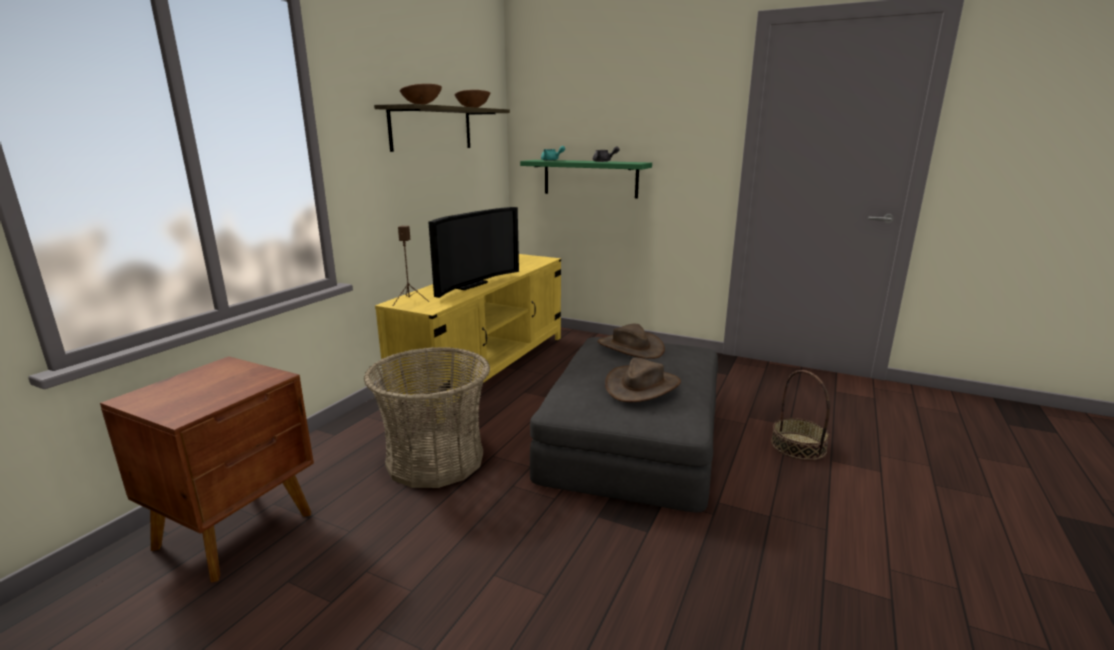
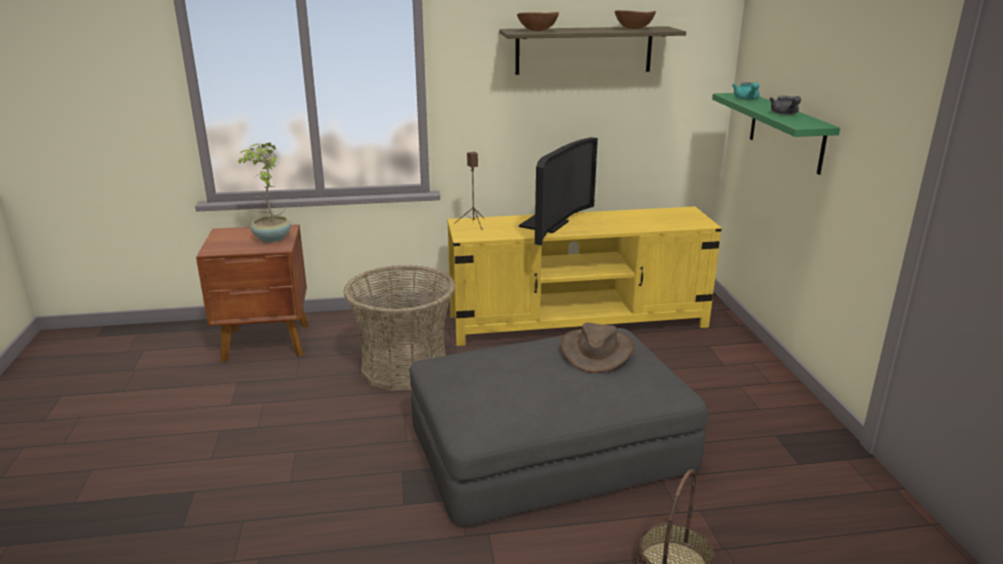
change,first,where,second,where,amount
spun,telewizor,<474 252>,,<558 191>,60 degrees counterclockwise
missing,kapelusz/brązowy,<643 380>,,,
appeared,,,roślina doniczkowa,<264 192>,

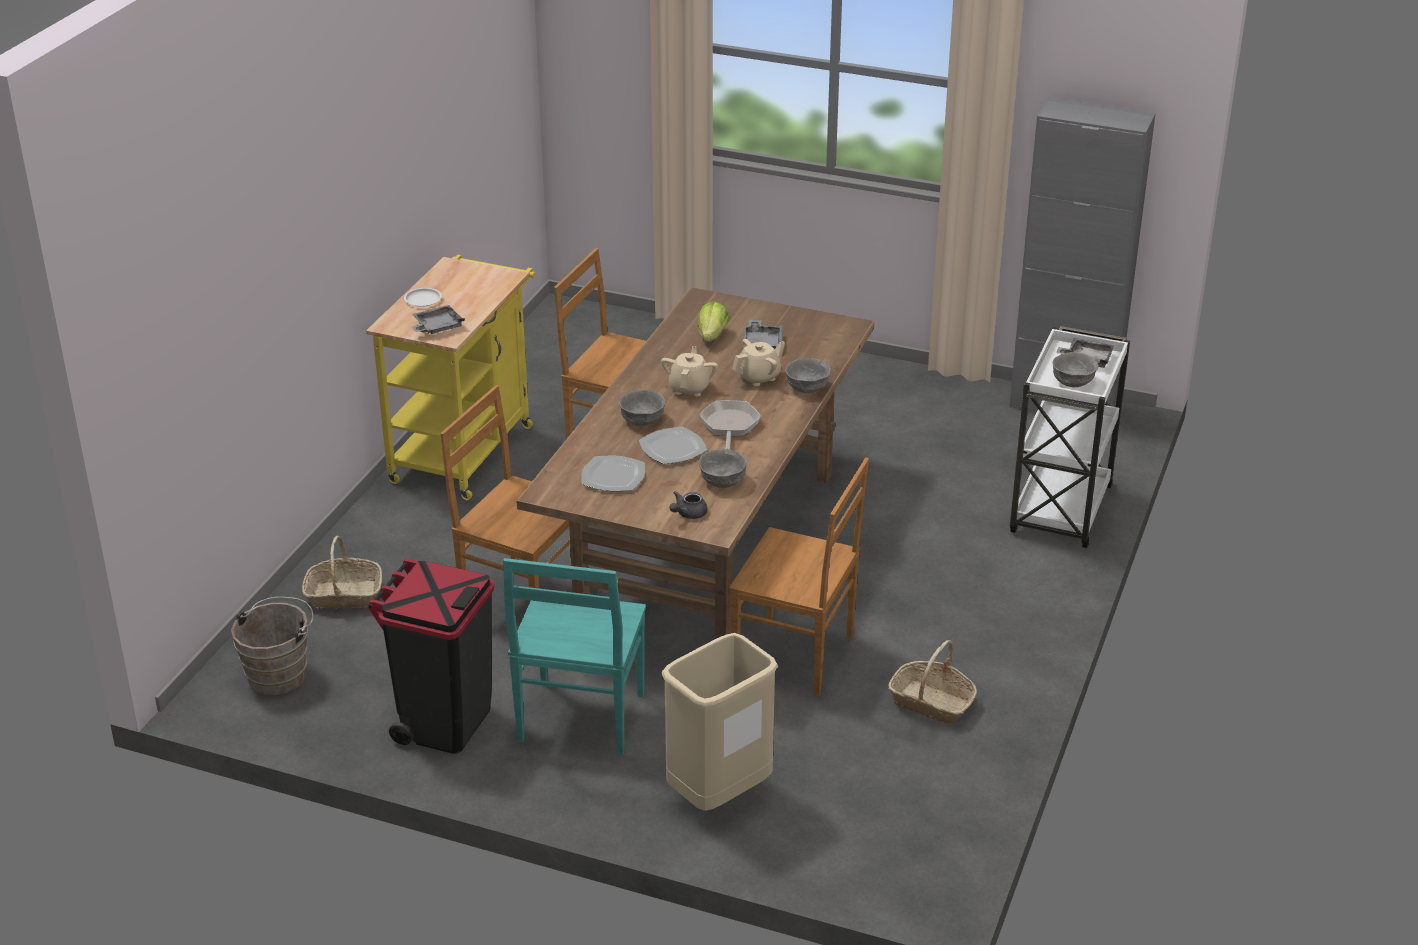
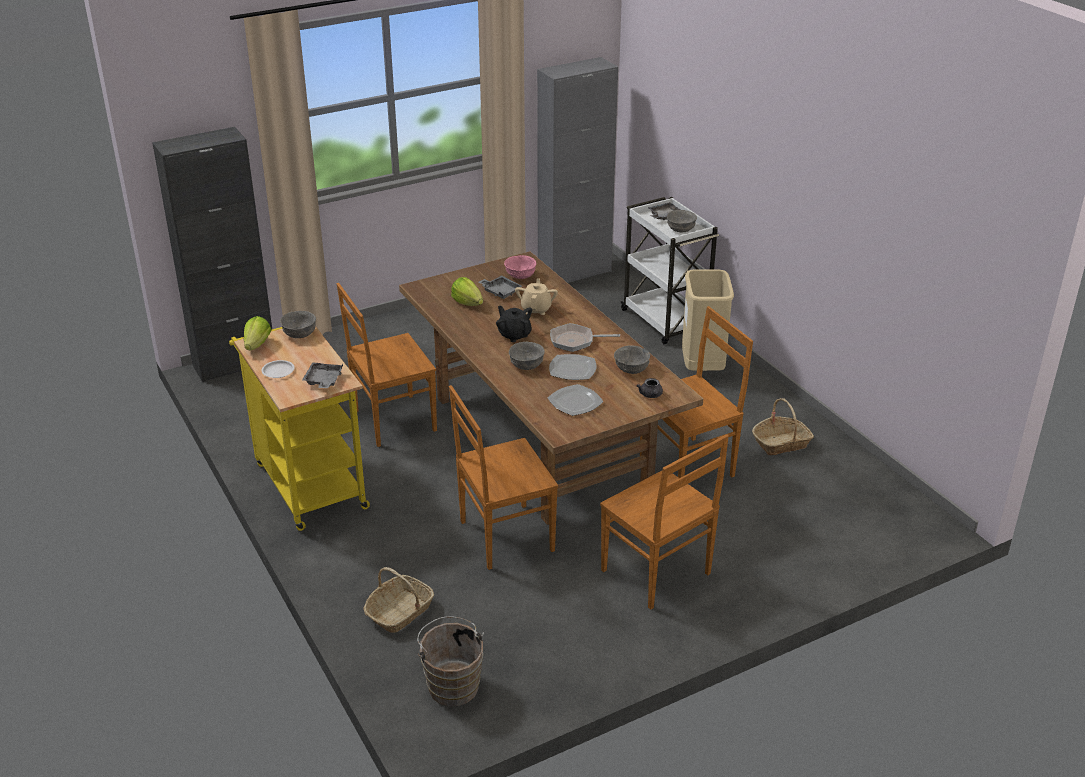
change,first,where,second,where,amount
missing,kosz na śmieci/czarny,<431 656>,,,
colour,krzesło/turkusowy,<574 656>,krzesło/brązowy,<664 522>,
colour,imbryk/beżowy,<689 371>,imbryk/czarny,<514 324>,
relocated,kosz na śmieci/beżowy,<719 722>,,<708 320>,
spun,patelnia,<730 425>,,<585 337>,45 degrees counterclockwise
relocated,miska/szary,<808 375>,,<298 324>,
appeared,,,szafka/czarny,<212 254>,
appeared,,,sałata,<257 333>,
appeared,,,miska/różowy,<520 267>,

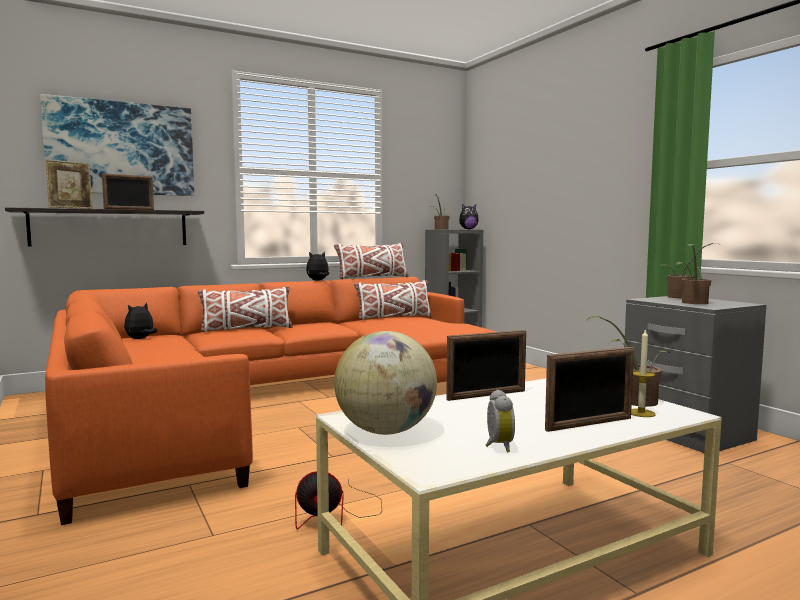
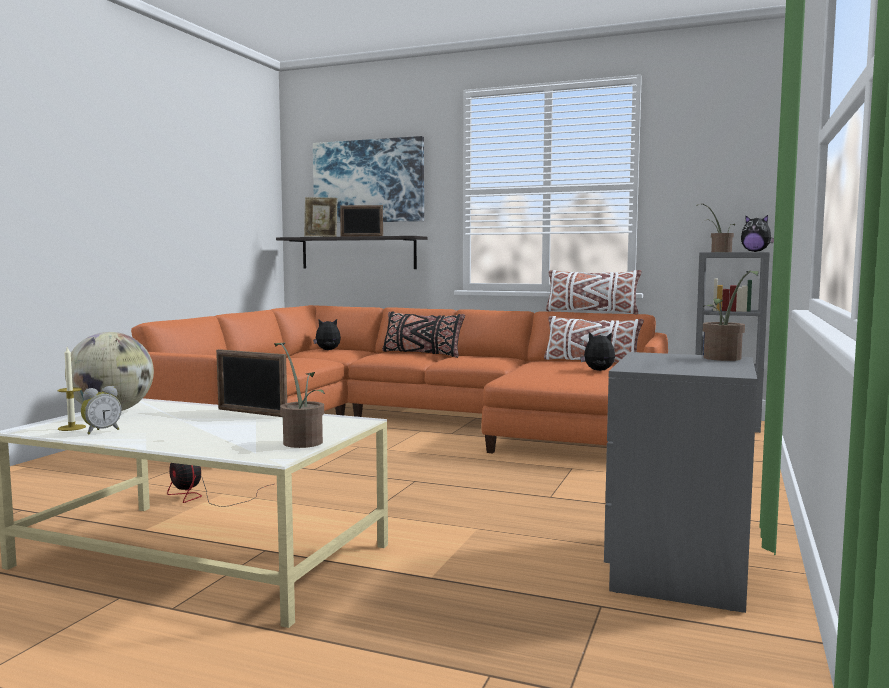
change,first,where,second,where,amount
colour,poduszka/biały,<245 309>,poduszka/czarny,<423 334>,
relocated,pluszak,<317 266>,,<597 351>,
missing,ramka na zdjęcie,<589 389>,,,
relocated,świeca,<643 373>,,<71 389>,
missing,roślina doniczkowa,<693 274>,,,

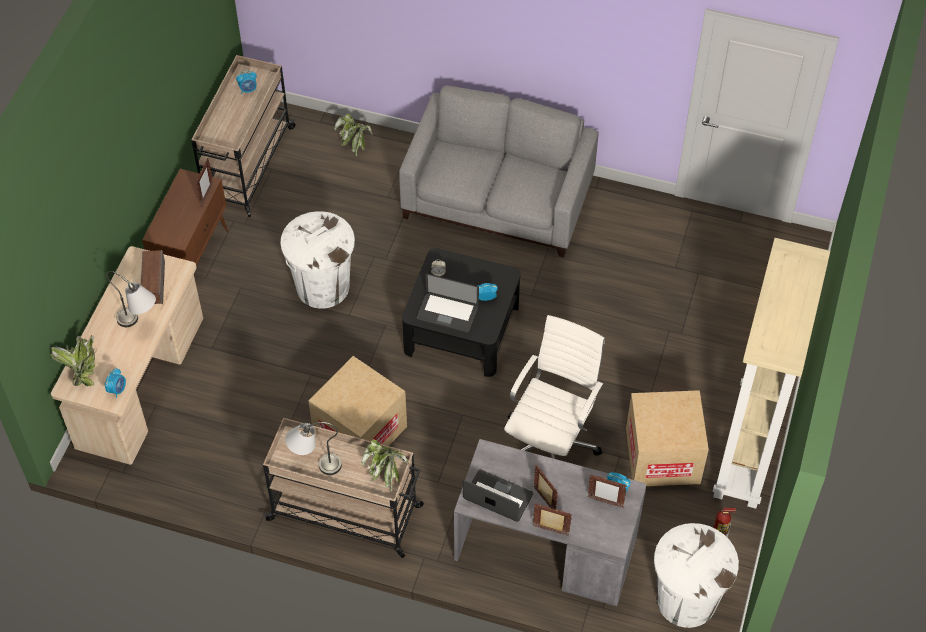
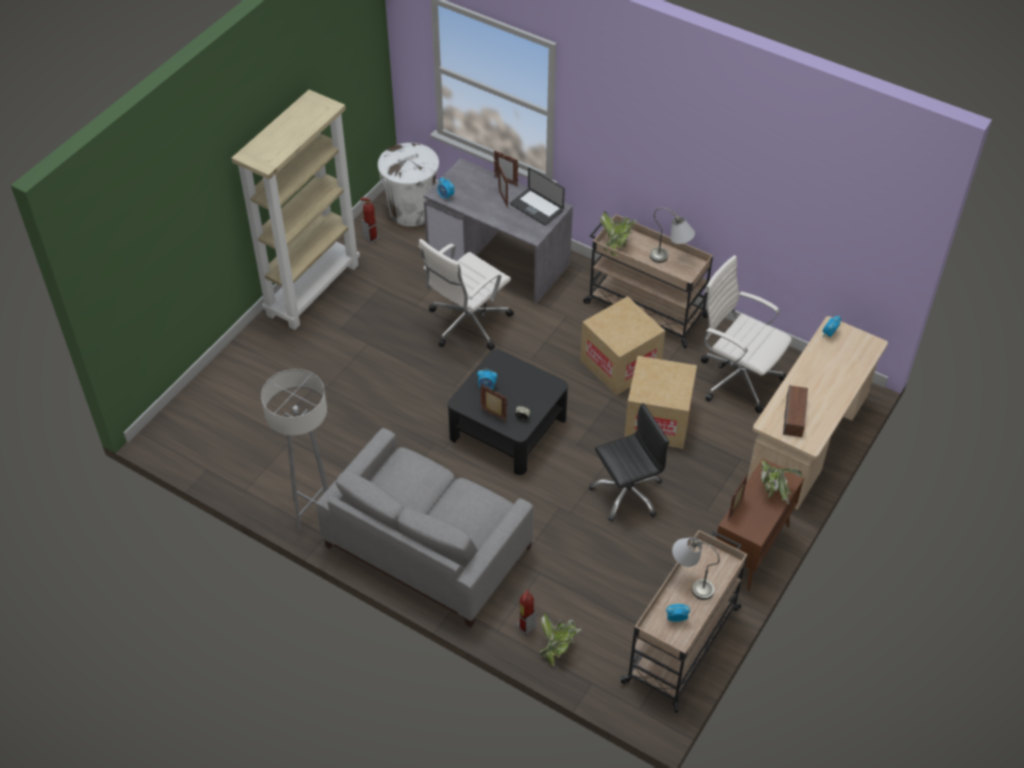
change,first,where,second,where,amount
relocated,roślina doniczkowa,<74 360>,,<781 482>,
relocated,lampa stołowa/szary,<131 299>,,<696 568>,
exchanged,kosz na śmieci/biały,<317 260>,krzesło biurowe/czarny,<629 462>,
missing,laptop,<447 303>,,,
relocated,ramka na zdjęcie,<607 491>,,<493 403>,
relocated,karton,<667 438>,,<660 402>,
appeared,,,lampa stojąca/szary,<295 450>,
appeared,,,gaśnica,<527 612>,
appeared,,,krzesło biurowe/biały,<746 334>,

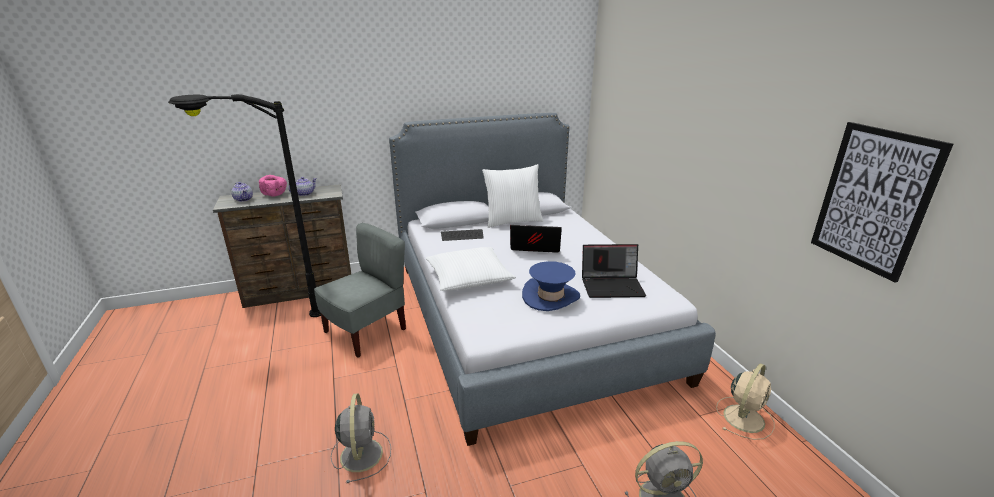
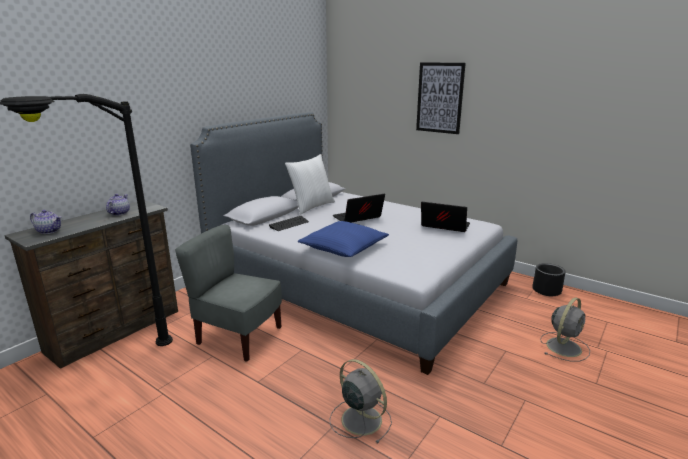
change,first,where,second,where,amount
missing,miska/różowy,<273 186>,,,
spun,krzesło/szary,<360 290>,,<228 293>,75 degrees counterclockwise
colour,poduszka/biały,<471 269>,poduszka/niebieski,<343 239>,
missing,kapelusz/niebieski,<551 286>,,,
spun,laptop,<614 271>,,<445 217>,120 degrees counterclockwise
exchanged,wentylator/beżowy,<745 401>,donica/czarny,<549 279>,
relocated,obraz,<882 202>,,<441 98>,

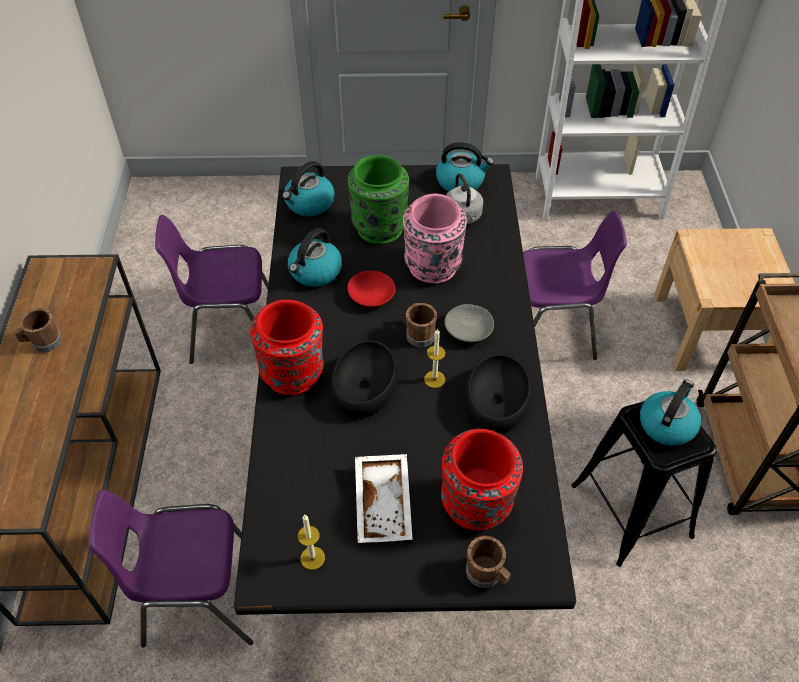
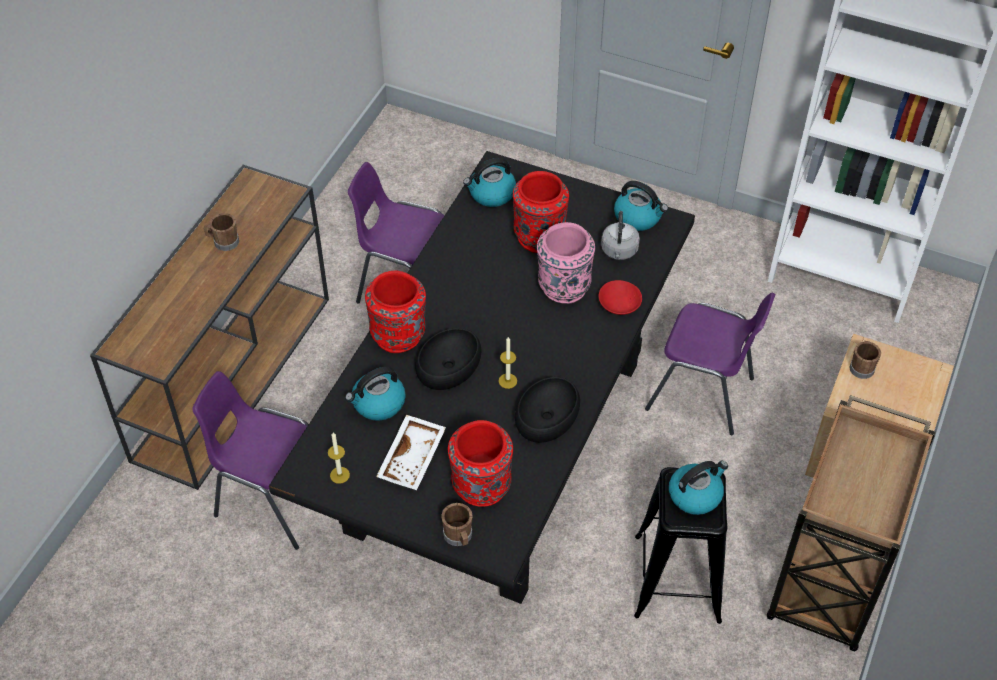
change,first,where,second,where,amount
relocated,czajnik,<315 257>,,<375 394>,
relocated,miska/czerwony,<371 289>,,<620 297>,
colour,wazon/zielony,<378 200>,wazon/czerwony,<541 212>,
relocated,kubek/brązowy,<421 325>,,<865 360>,
missing,miska/szary,<469 323>,,,

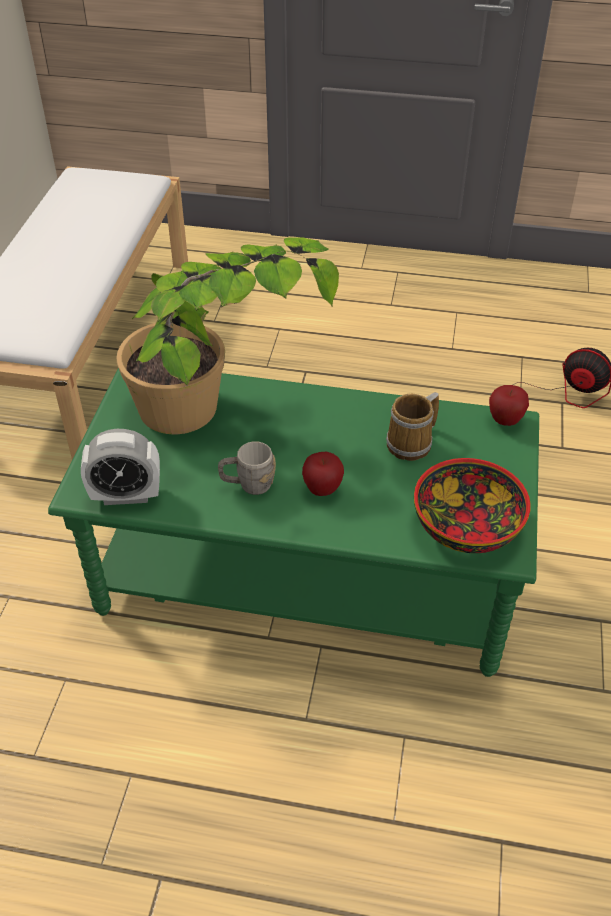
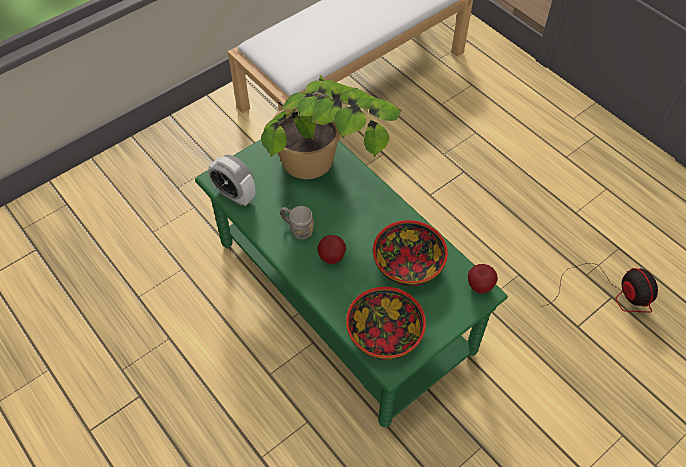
change,first,where,second,where,amount
exchanged,kubek,<412 426>,miska,<410 253>,

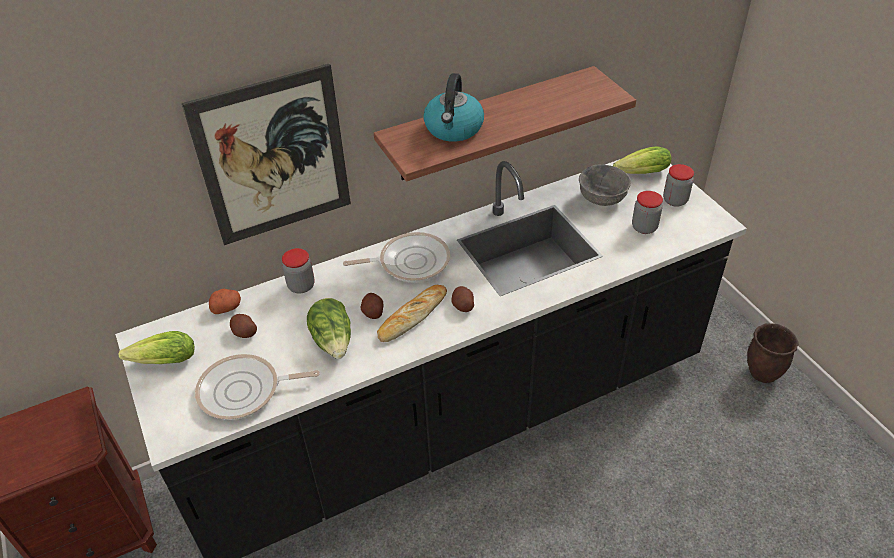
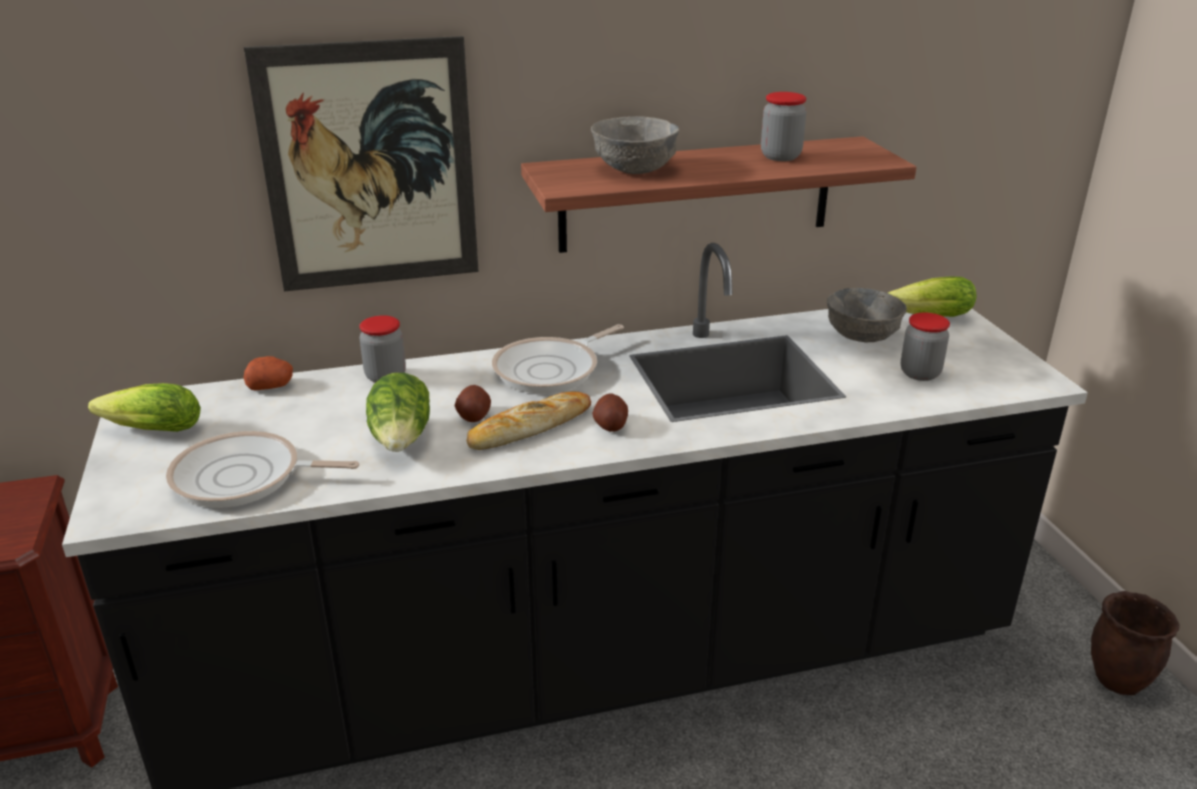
change,first,where,second,where,amount
missing,ziemniak,<243 326>,,,
spun,patelnia,<396 257>,,<558 359>,135 degrees clockwise
exchanged,czajnik,<453 107>,miska/szary,<635 145>,
relocated,słoik,<678 185>,,<784 126>,

